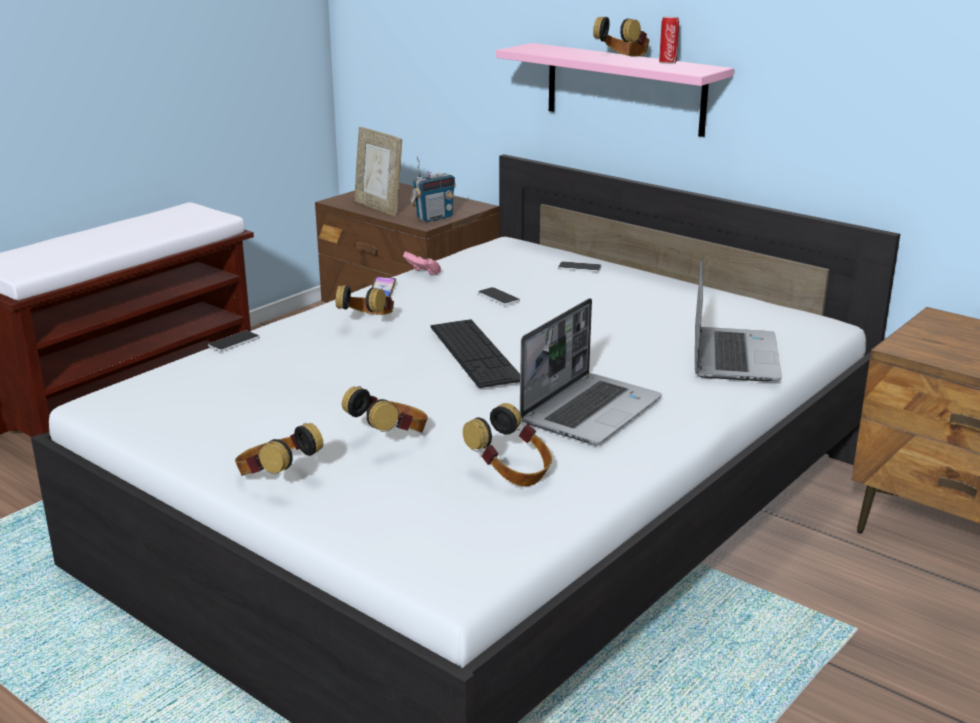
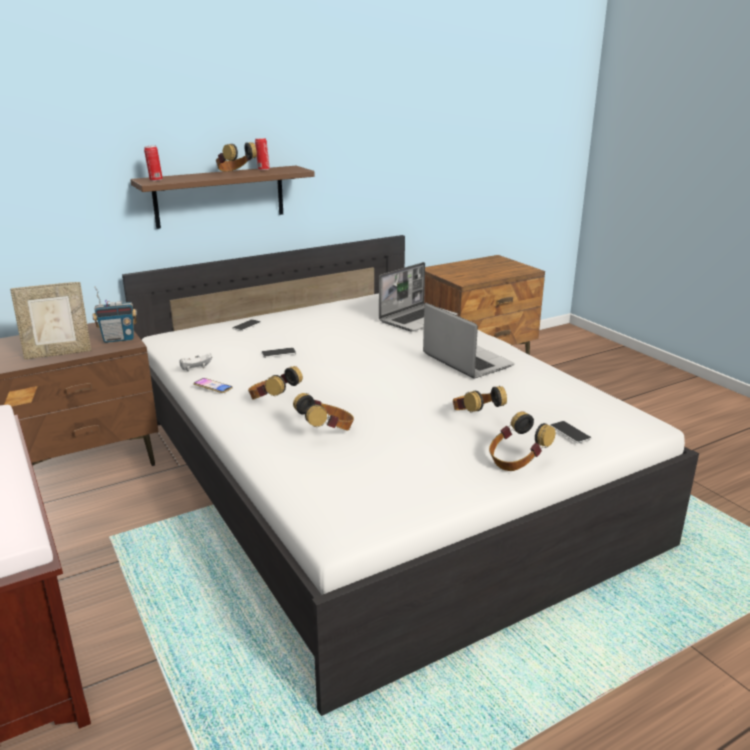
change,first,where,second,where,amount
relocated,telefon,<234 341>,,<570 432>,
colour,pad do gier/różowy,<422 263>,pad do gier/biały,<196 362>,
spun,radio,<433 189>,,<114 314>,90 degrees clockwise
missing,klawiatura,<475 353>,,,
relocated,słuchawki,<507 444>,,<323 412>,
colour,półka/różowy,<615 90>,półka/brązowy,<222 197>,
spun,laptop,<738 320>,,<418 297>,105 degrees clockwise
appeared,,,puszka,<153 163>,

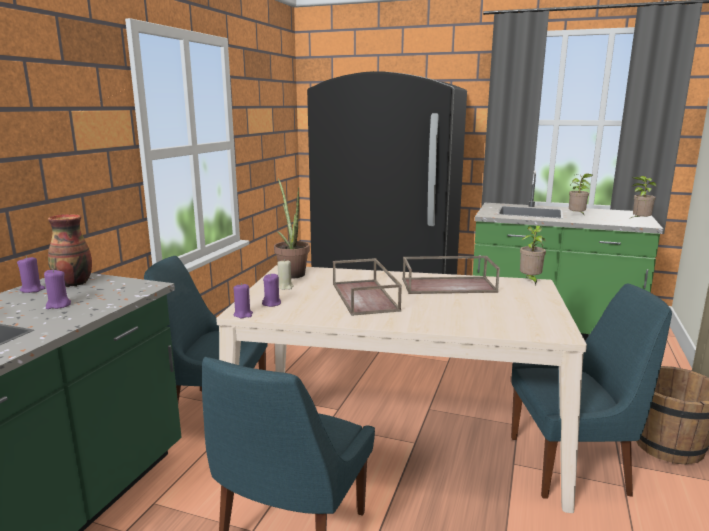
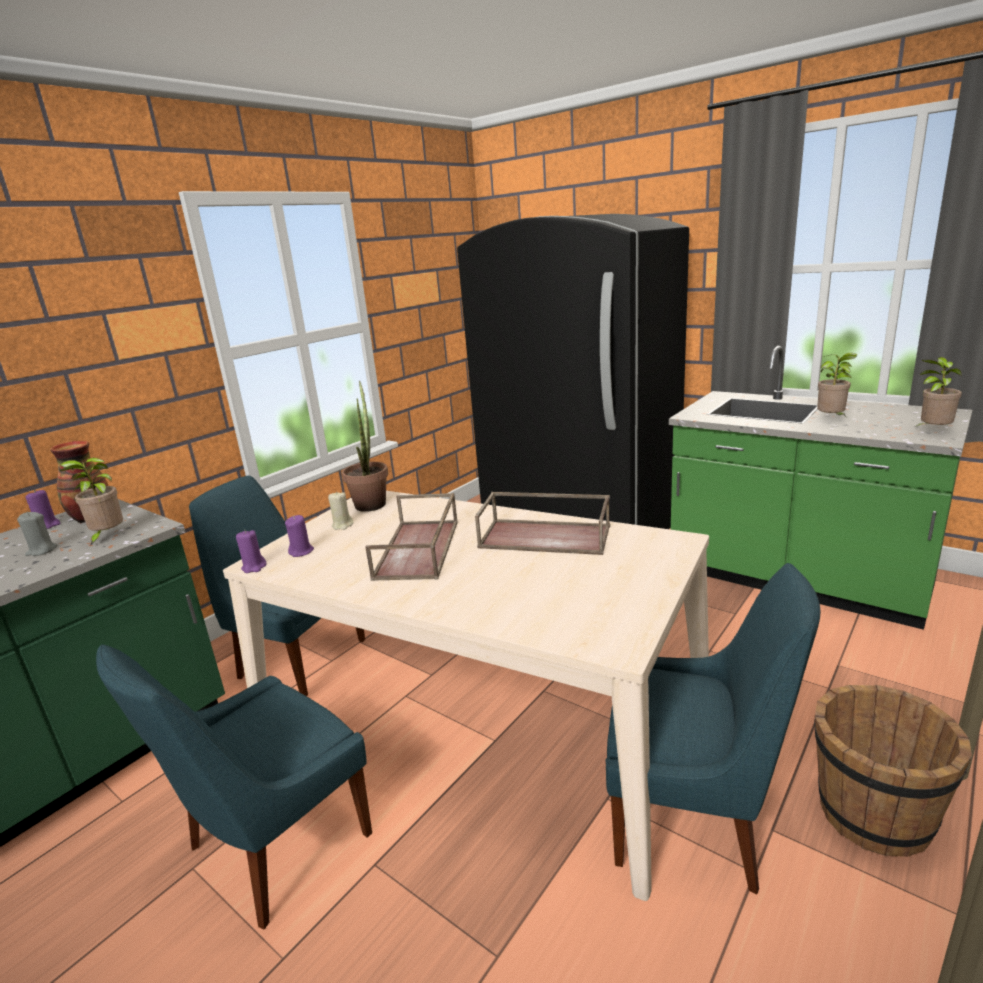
change,first,where,second,where,amount
colour,świeca/fioletowy,<57 289>,świeca/szary,<37 534>,
relocated,roślina doniczkowa,<533 255>,,<91 502>,

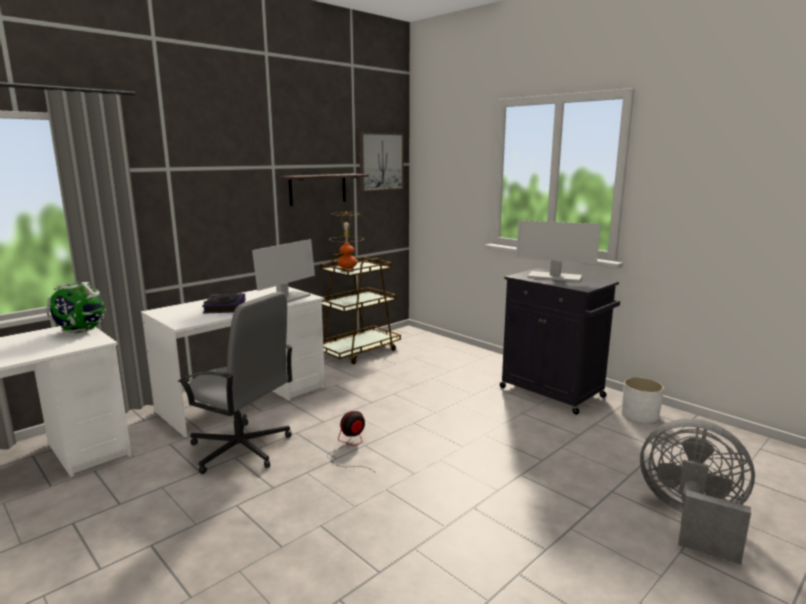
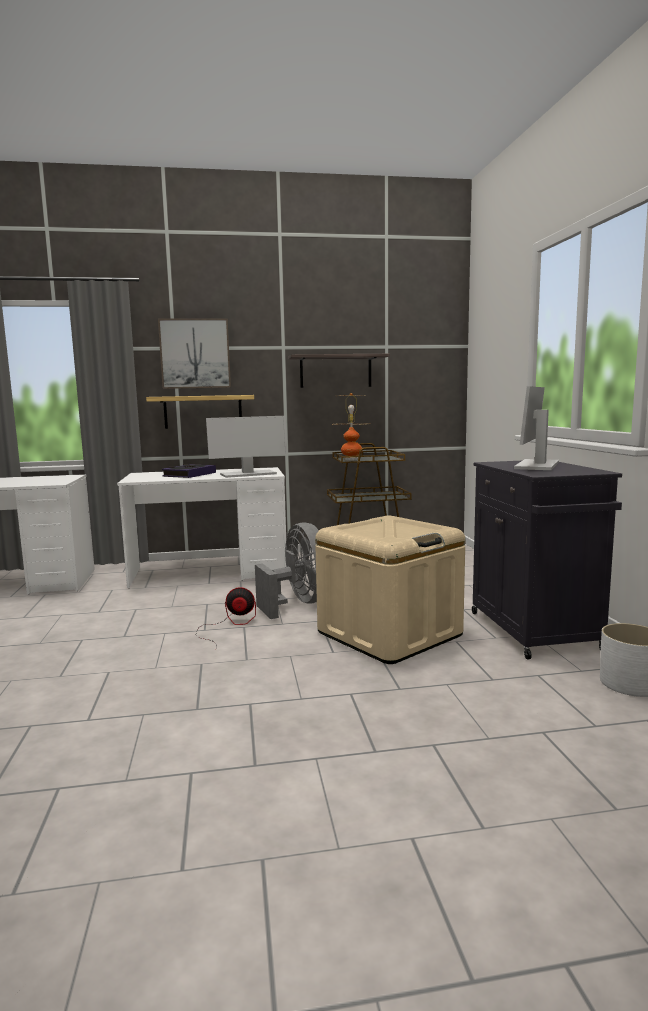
change,first,where,second,where,amount
missing,globus,<76 307>,,,
missing,krzesło biurowe/szary,<235 383>,,,
relocated,obraz,<381 162>,,<194 353>,
spun,monitor,<558 251>,,<536 428>,60 degrees clockwise
relocated,wentylator/szary,<697 492>,,<287 570>,
appeared,,,półka,<200 412>,
appeared,,,pojemnik do przechowywania/beżowy,<390 589>,

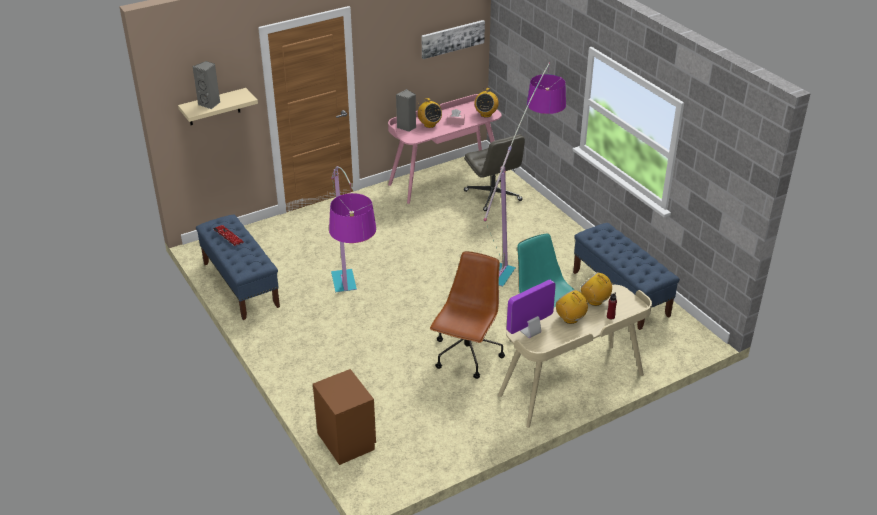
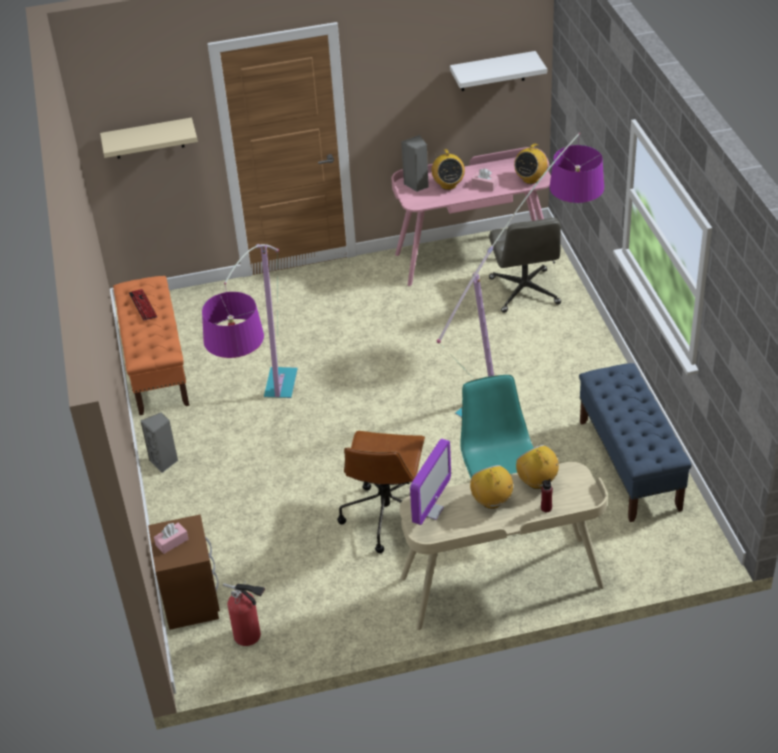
change,first,where,second,where,amount
relocated,głośnik/szary,<206 85>,,<159 443>,
colour,ławka/niebieski,<238 267>,ławka/pomarańczowy,<151 345>,
exchanged,obraz,<453 39>,półka/biały,<498 71>,
spun,krzesło biurowe/brązowy,<467 315>,,<381 492>,150 degrees clockwise
spun,monitor,<531 309>,,<430 482>,135 degrees clockwise
appeared,,,pudełko chusteczek/różowy,<171 538>,
appeared,,,gaśnica,<244 613>,

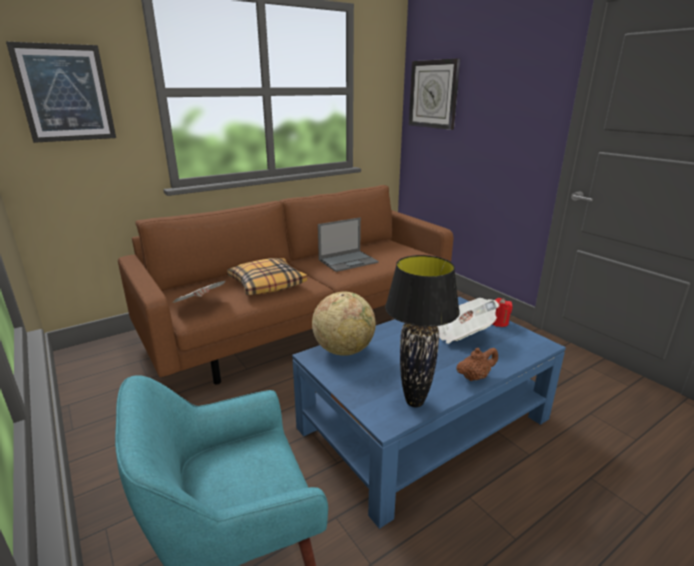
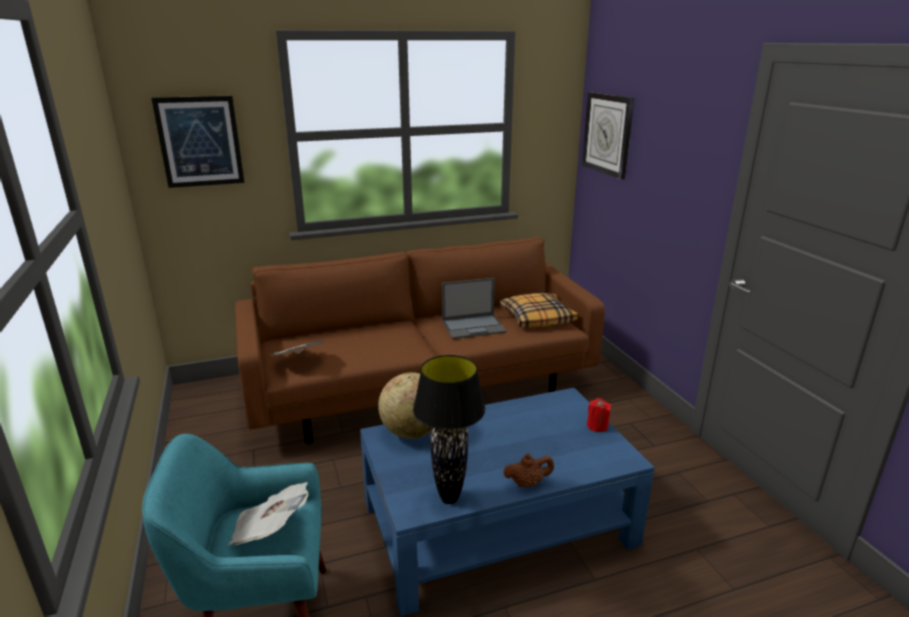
change,first,where,second,where,amount
relocated,poduszka,<267 276>,,<539 310>,
relocated,gazeta,<468 321>,,<268 514>,

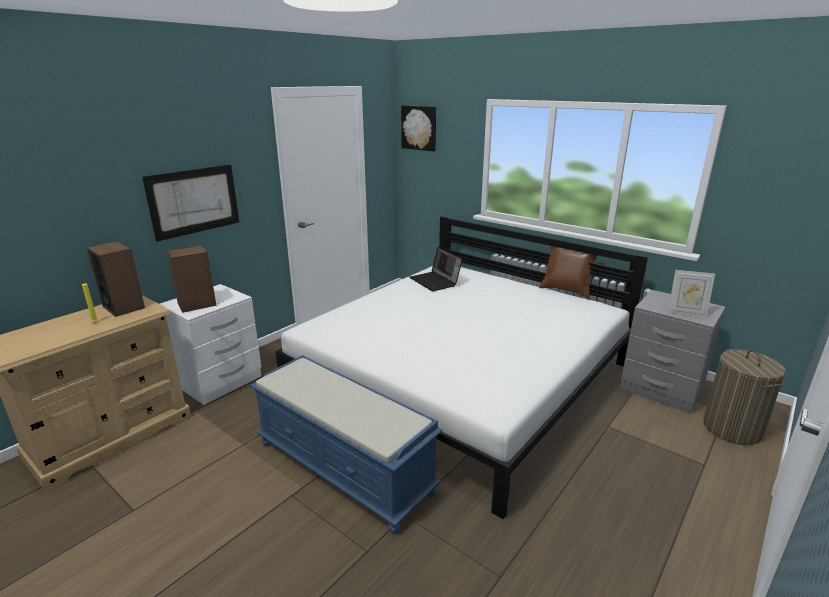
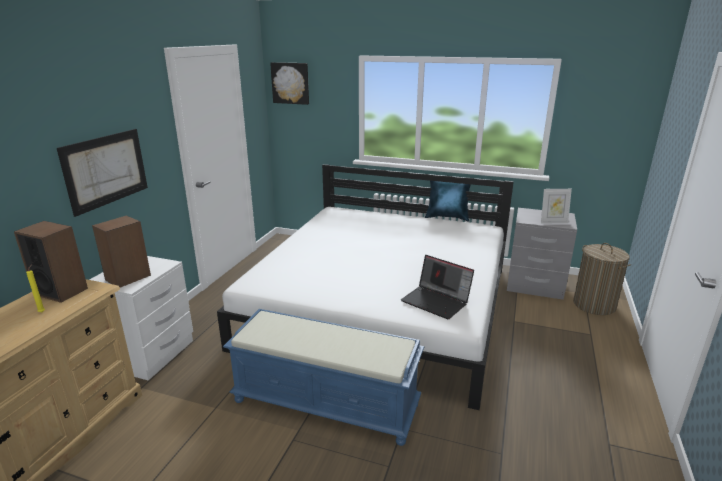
change,first,where,second,where,amount
relocated,laptop,<436 269>,,<437 287>,
colour,poduszka/brązowy,<568 272>,poduszka/niebieski,<448 201>,

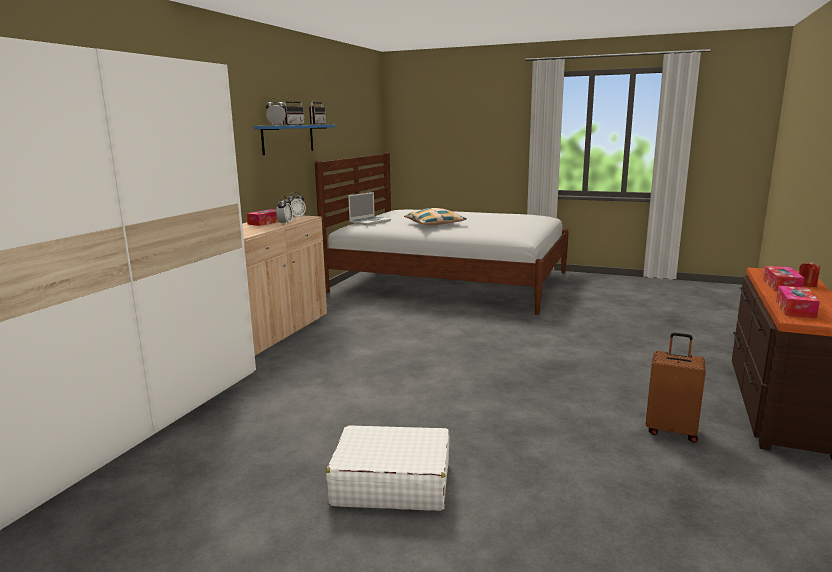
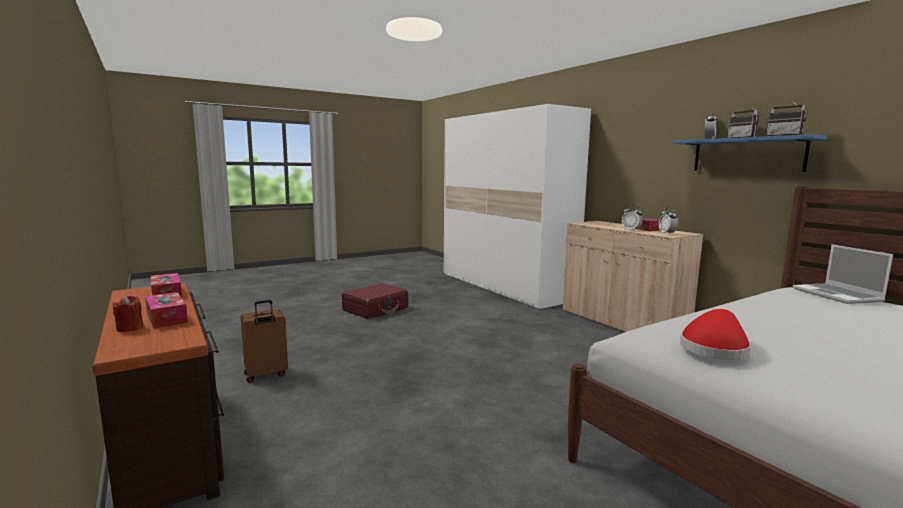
change,first,where,second,where,amount
colour,walizka/biały,<387 468>,walizka/czerwony,<374 301>,
missing,poduszka,<435 216>,,,
appeared,,,kapelusz/czerwony,<715 334>,

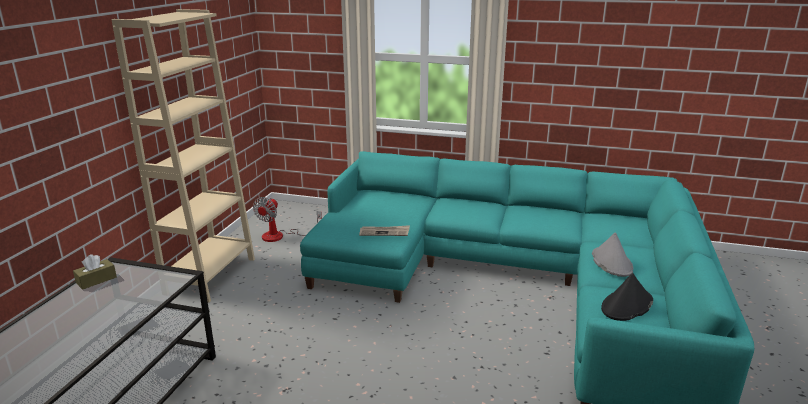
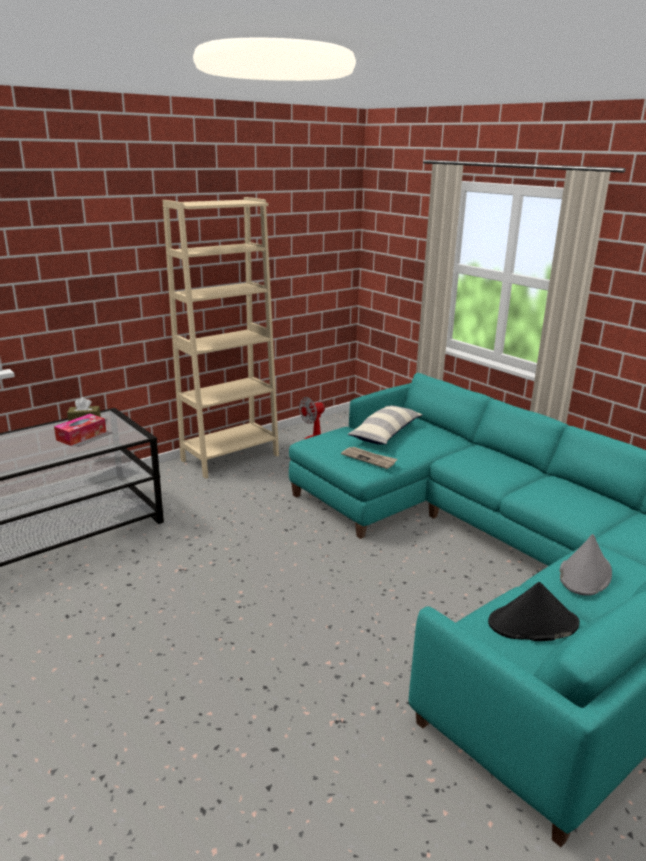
change,first,where,second,where,amount
appeared,,,pudełko chusteczek,<80 430>,
appeared,,,poduszka,<385 425>,

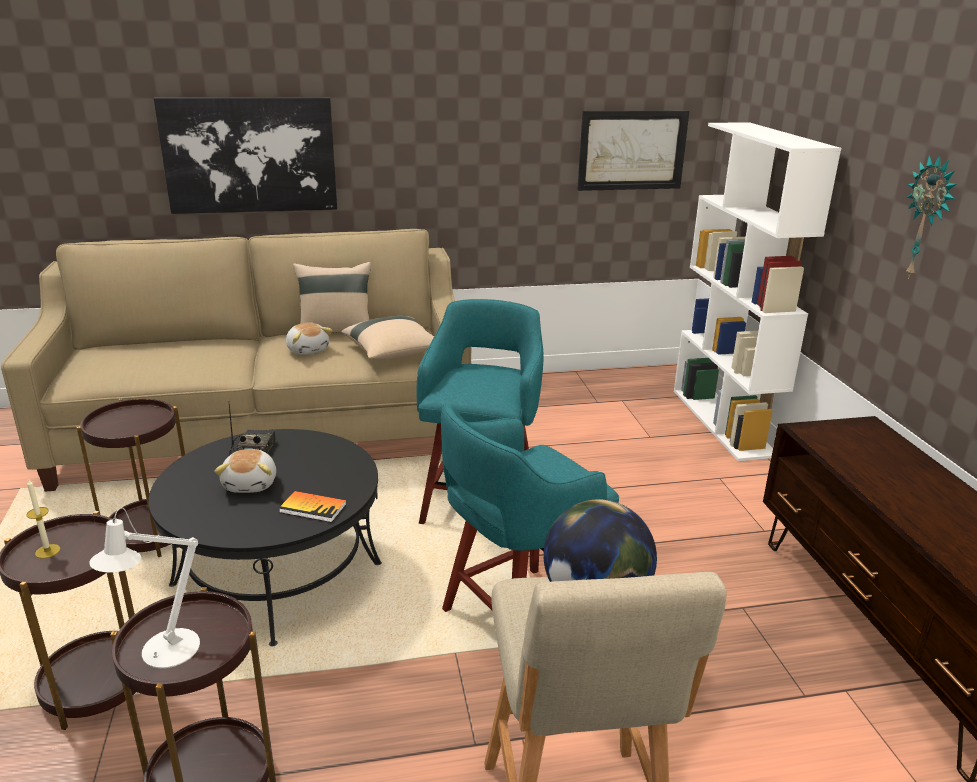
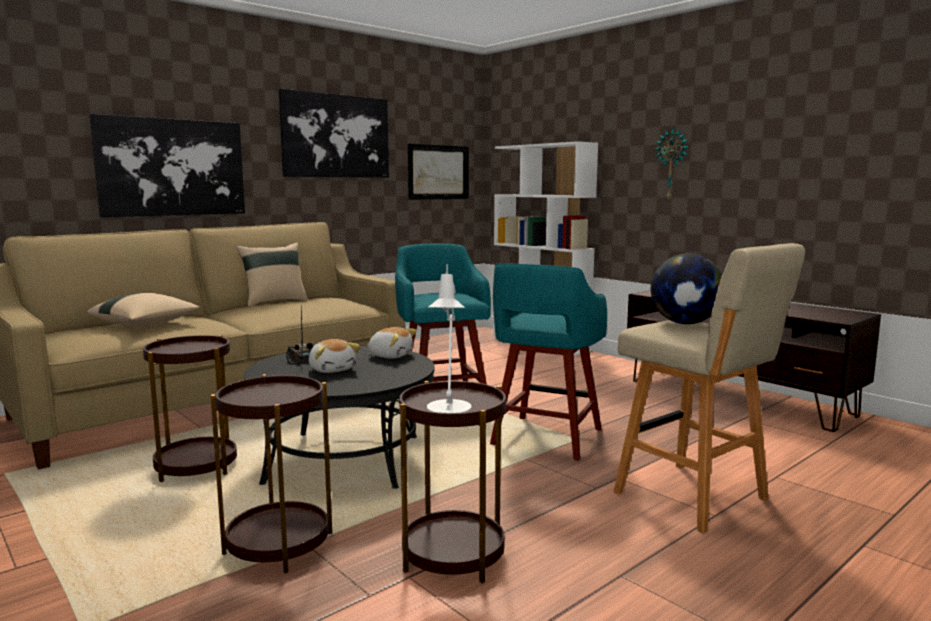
change,first,where,second,where,amount
missing,świeca,<43 518>,,,
missing,książka,<312 506>,,,
relocated,pluszak,<309 339>,,<392 343>,
relocated,poduszka/beżowy,<387 337>,,<143 310>,
appeared,,,obraz,<334 133>,

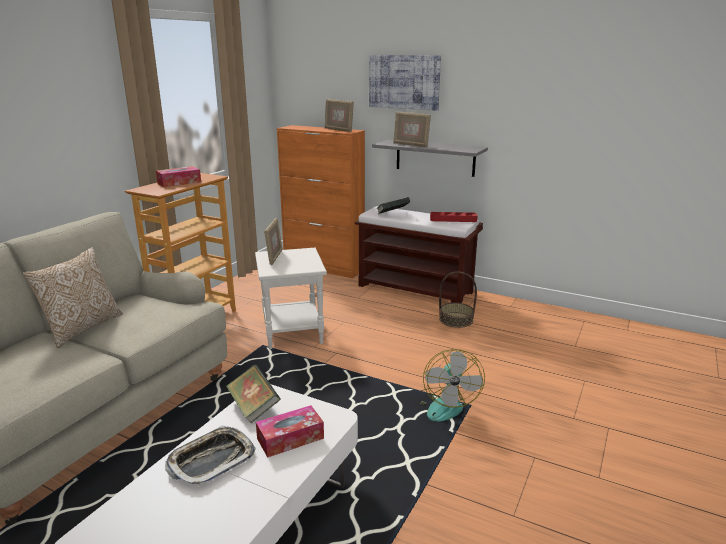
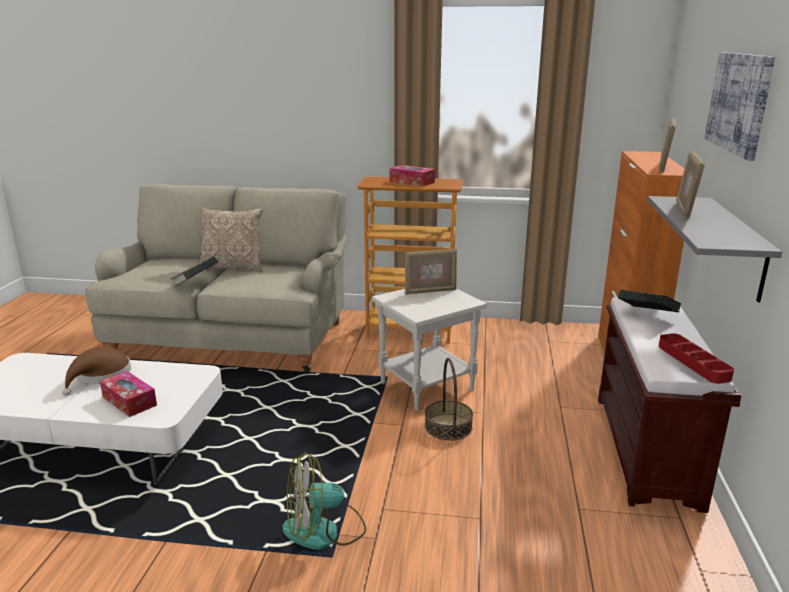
change,first,where,second,where,amount
exchanged,taca,<210 456>,kapelusz/brązowy,<96 371>,
relocated,książka,<253 393>,,<194 271>,
relocated,koszyk,<458 299>,,<449 399>,

